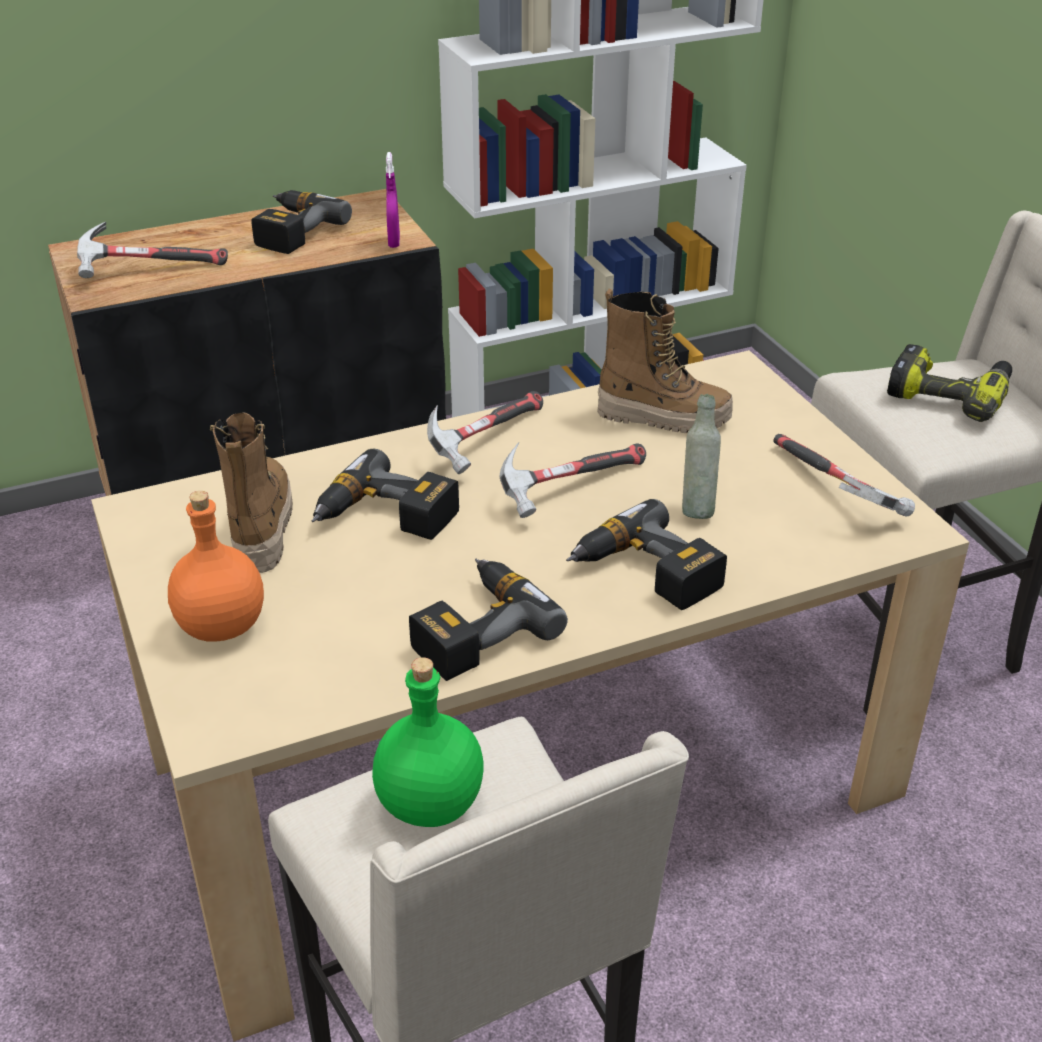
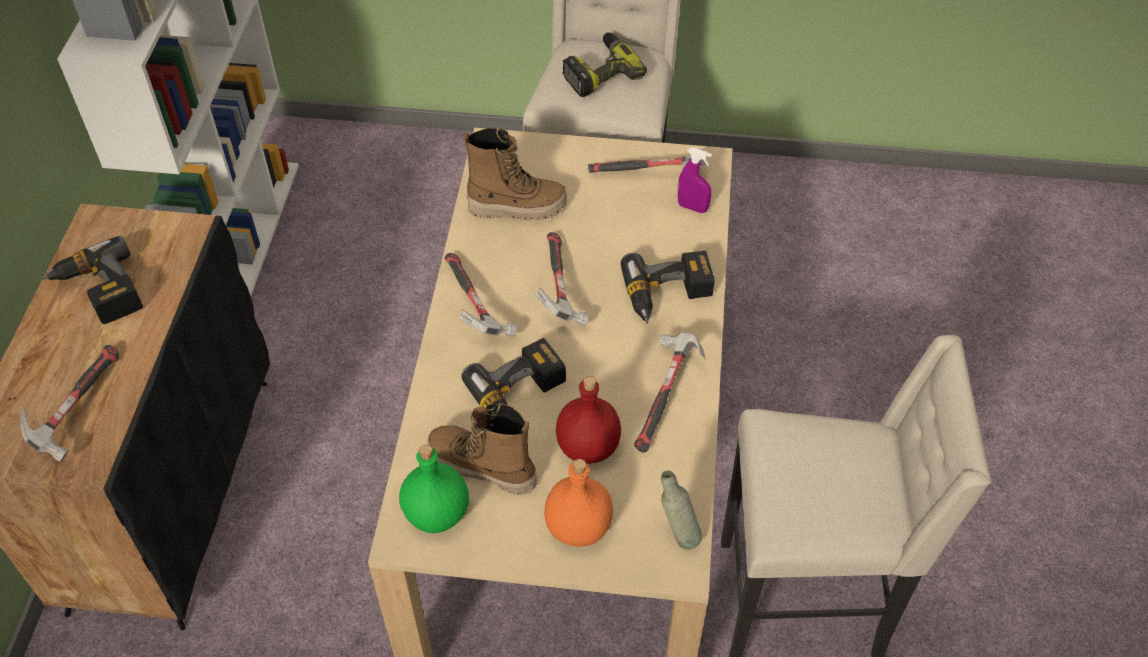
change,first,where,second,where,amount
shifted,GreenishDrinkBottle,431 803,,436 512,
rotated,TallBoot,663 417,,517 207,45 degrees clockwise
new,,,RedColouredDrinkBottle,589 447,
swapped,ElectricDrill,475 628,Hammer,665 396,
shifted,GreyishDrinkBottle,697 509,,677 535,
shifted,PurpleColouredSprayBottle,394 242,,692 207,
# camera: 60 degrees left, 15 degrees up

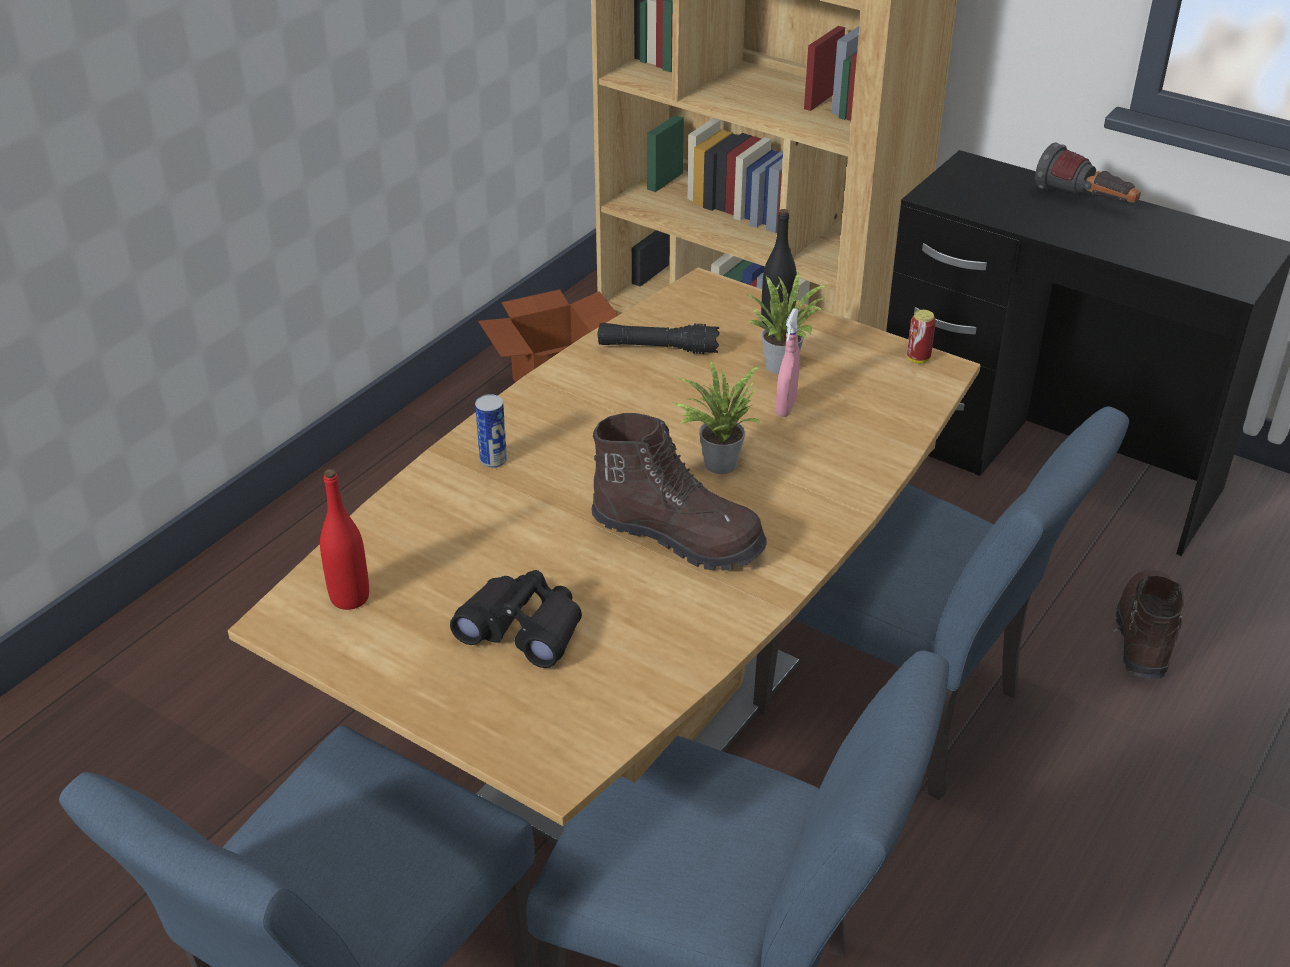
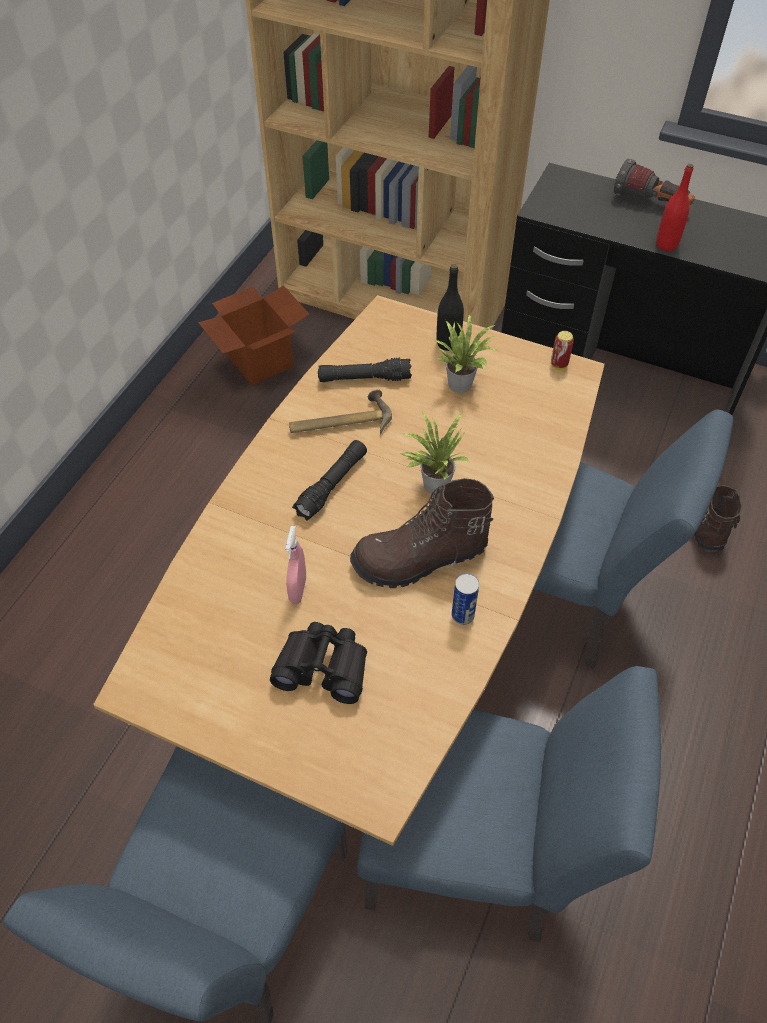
change,first,where,second,where,amount
shifted,PinkishSprayBottle,786 407,,298 590,
new,,,Hammer,340 421,
new,,,BlackishFlashlight,332 485,
rotated,BrownColouredTallBoot,679 536,,420 559,150 degrees clockwise
shifted,SealedCan,493 460,,462 615,
shifted,RedColouredDrinkBottle,350 597,,666 245,
# camera: 10 degrees left, 15 degrees up

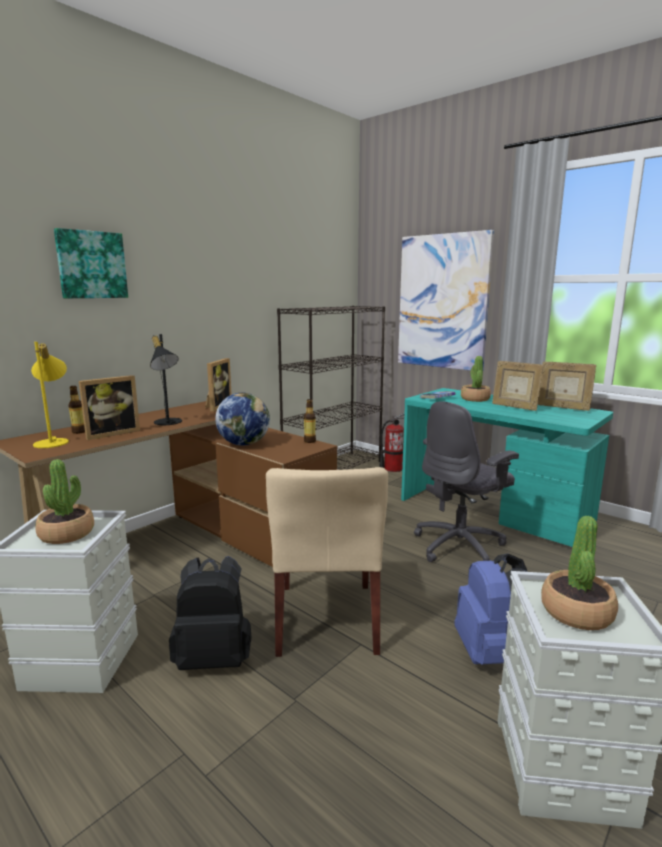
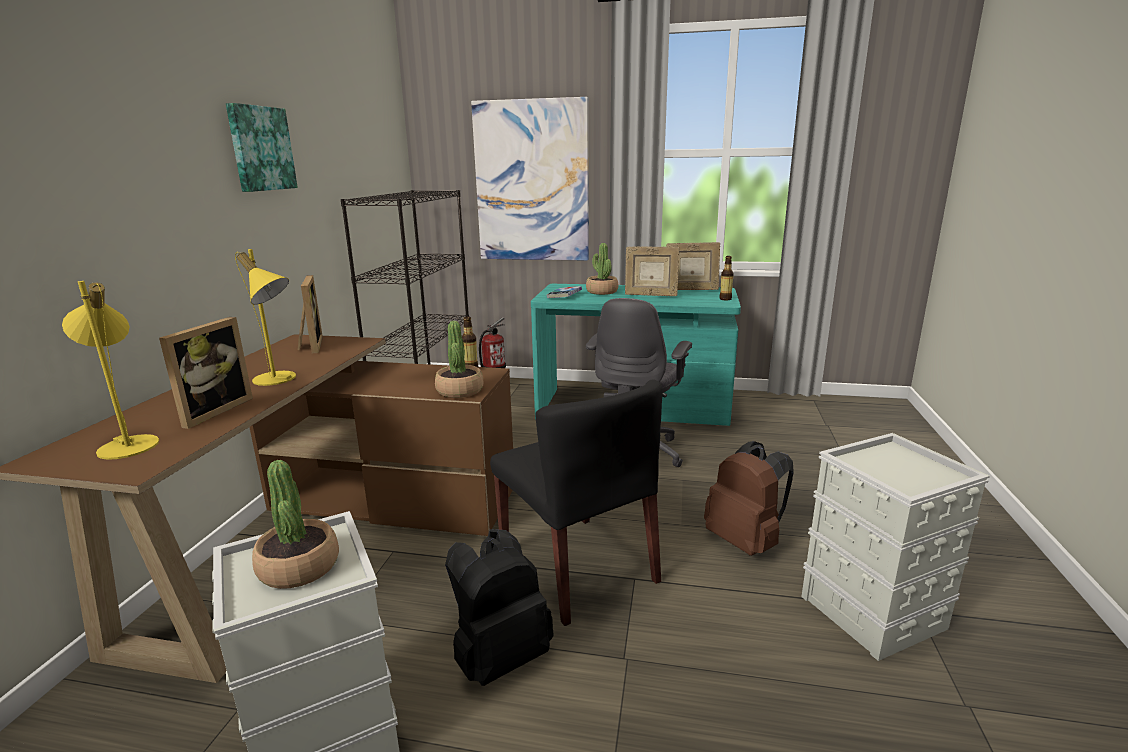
change,first,where,second,where,amount
shifted,WallPicture,91 265,,260 148,
repainted,BlackishLampForATable,168 423,YellowLampForATable,278 380,
shifted,PottedPlant,577 612,,460 391,
repainted,SandColouredPlainChair,327 618,BlackishPlainChair,578 566,
repainted,BlueColouredKnapsack,489 652,BrownColouredKnapsack,745 541,
shifted,DrinkBottle,79 432,,725 299,
gone,Globe,244 444,,,
# camera: 30 degrees left, 5 degrees up

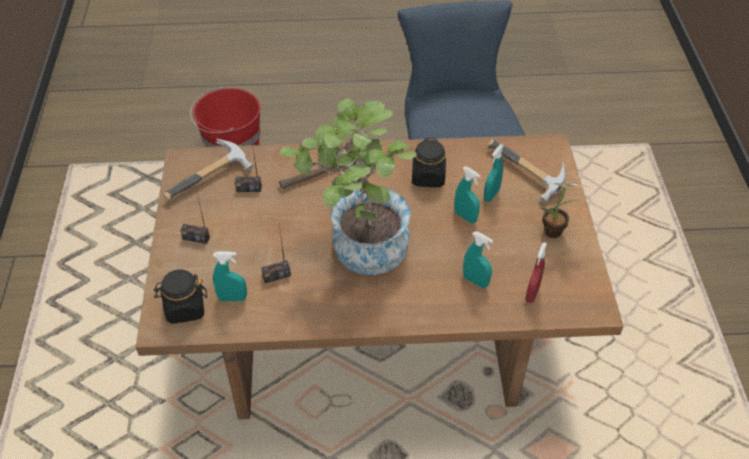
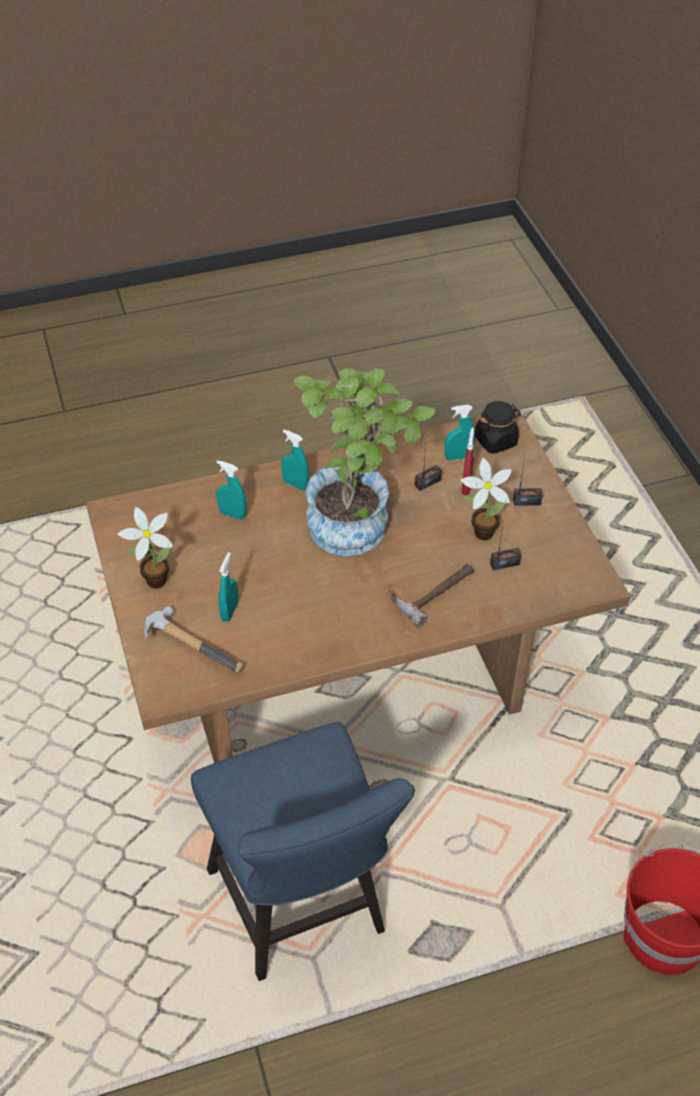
change,first,where,second,where,amount
shifted,TurquoiseColouredSprayBottle,465 217,,295 484,
shifted,RedColouredSprayBottle,532 293,,466 486,
new,,,PottedPlant,480 532,
gone,Hammer,211 180,,,
gone,BlackishStorageJar,428 177,,,
# camera: 165 degrees right, 0 degrees up

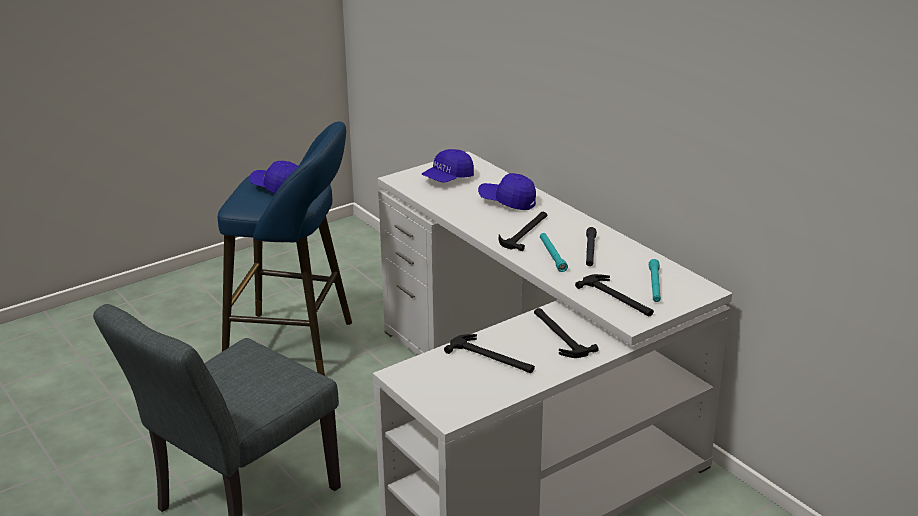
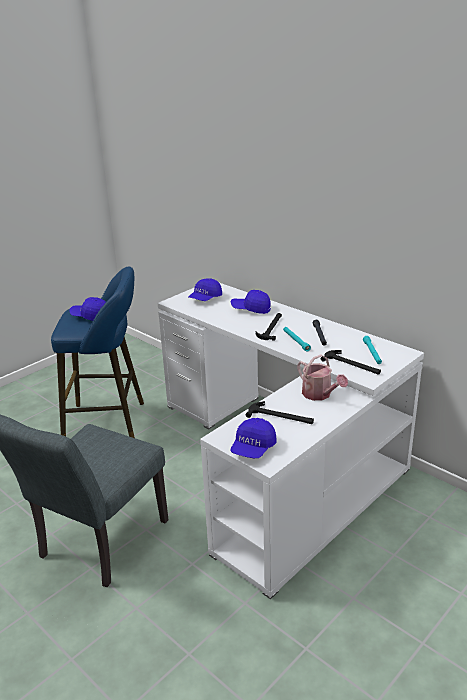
change,first,where,second,where,amount
new,,,BlueColouredCap,253 448,
swapped,Hammer,559 335,SprinklingCan,319 395,
# camera: 10 degrees left, 0 degrees up

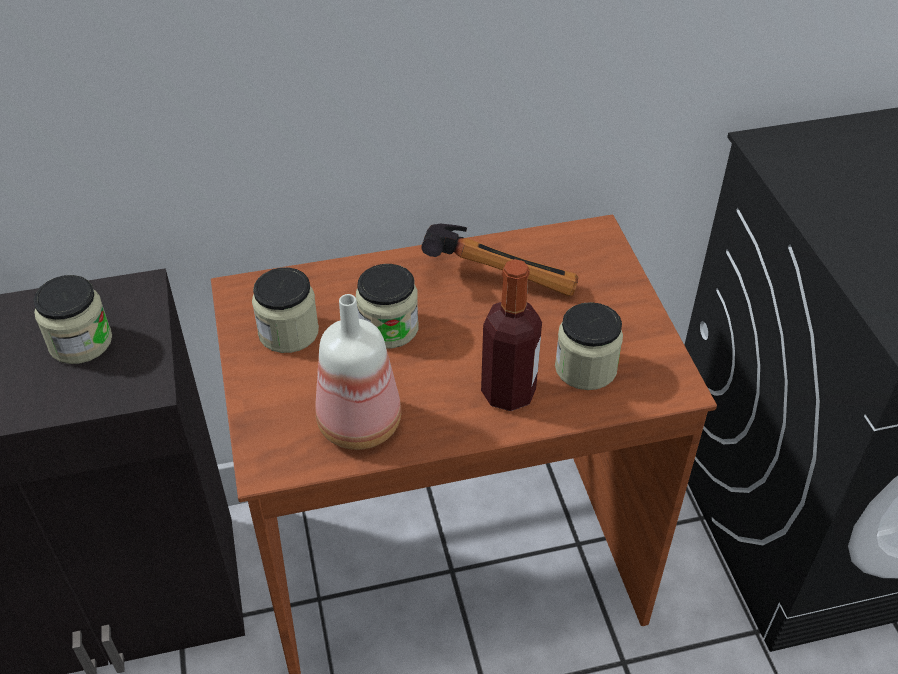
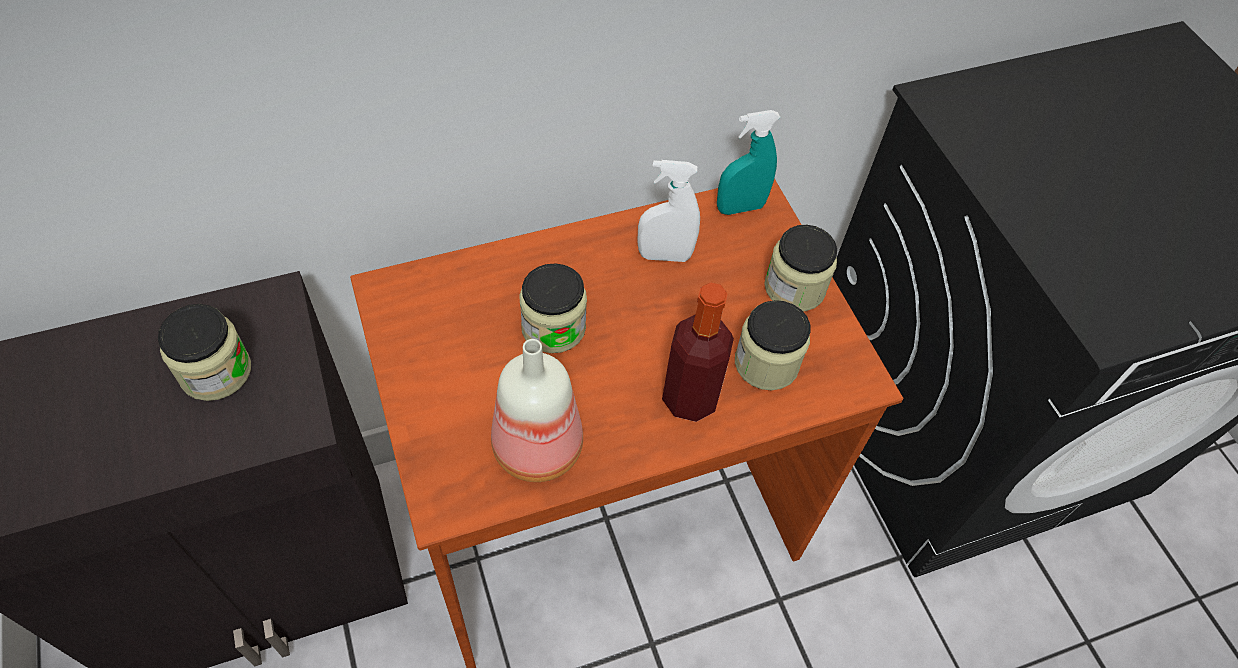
change,first,where,second,where,amount
swapped,Hammer,500 275,WhiteColouredSprayBottle,664 255,
new,,,TurquoiseColouredSprayBottle,740 207,
shifted,StorageJar,288 332,,794 288,
# camera: 10 degrees left, 10 degrees up

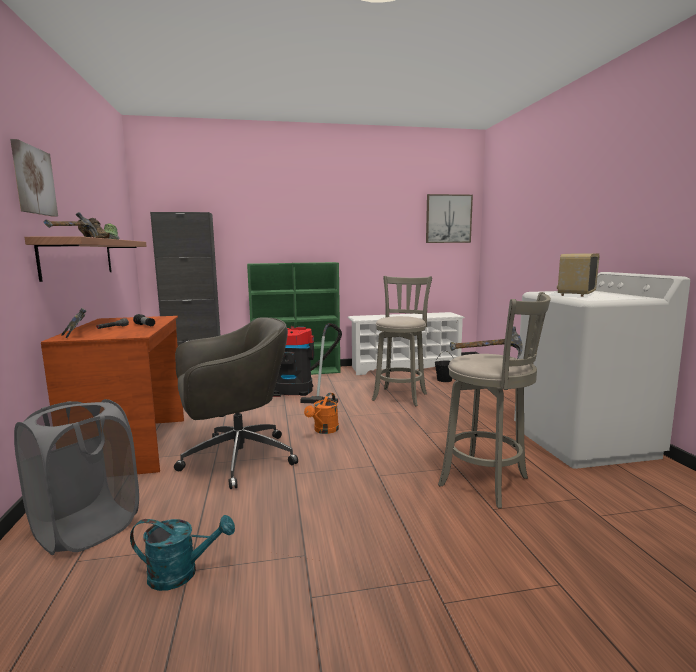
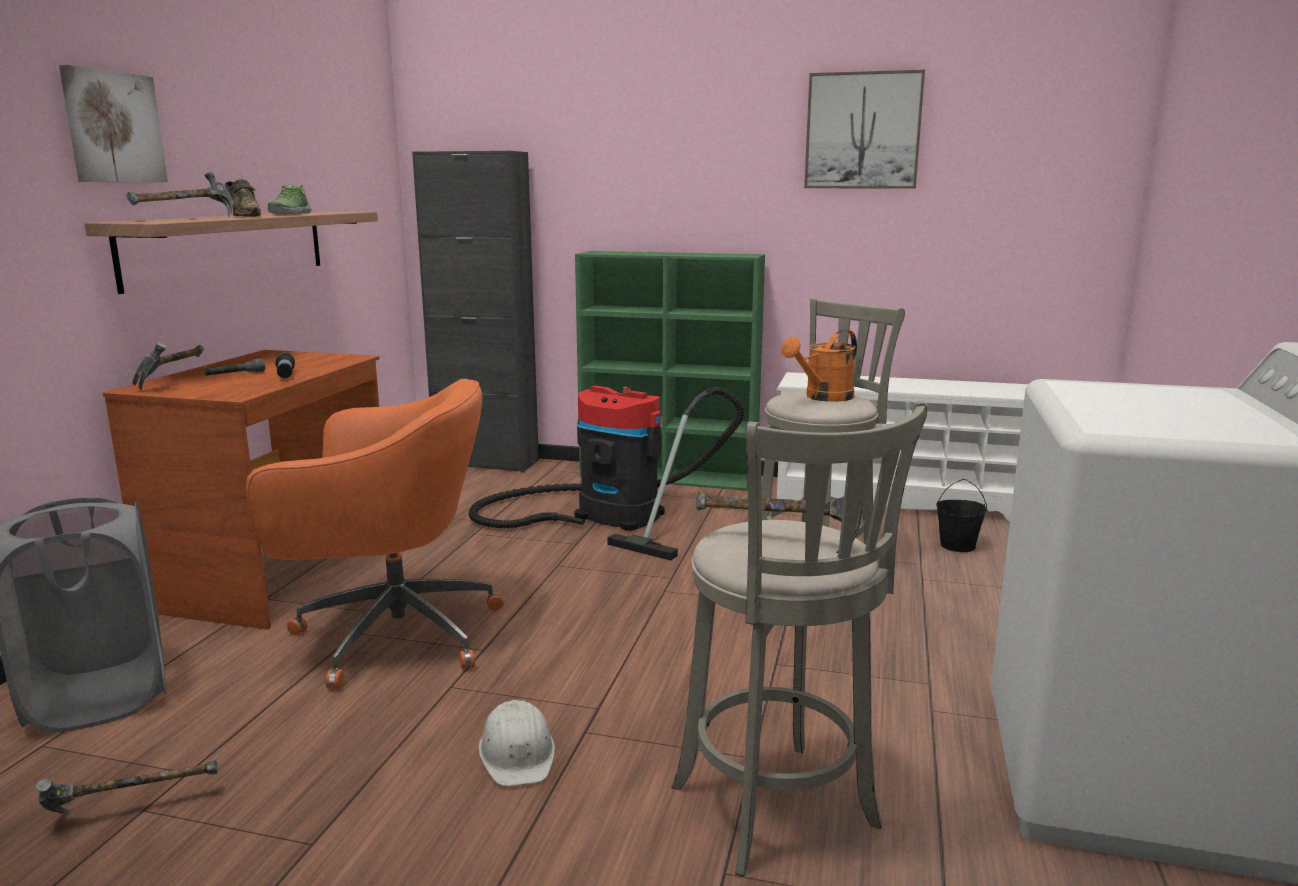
change,first,where,second,where,amount
swapped,TurquoiseColouredSprinklingCan,181 573,Hammer,131 811,
repainted,GreyishOfficeChair,235 459,OrangeColouredOfficeChair,391 634,
new,,,WhiteColouredSafetyHelmet,518 753,
shifted,OrangeColouredSprinklingCan,324 430,,823 398,
shifted,WallPicture,448 219,,863 131,
gone,RadioReceiver,576 294,,,
# camera: 25 degrees right, 5 degrees up

